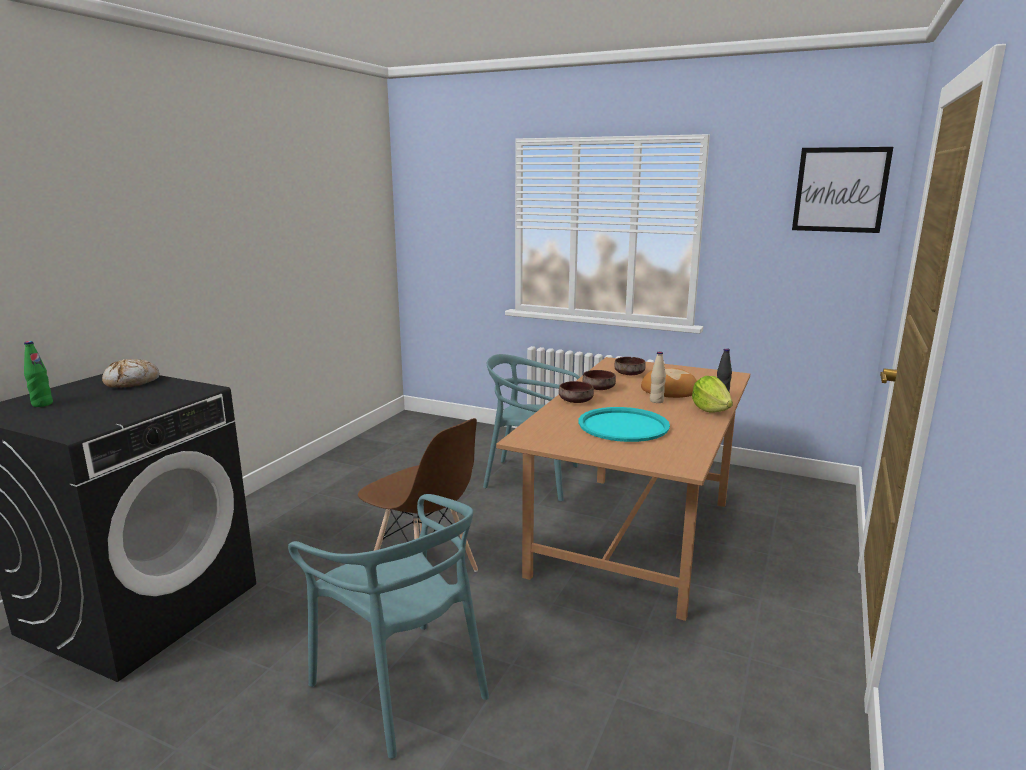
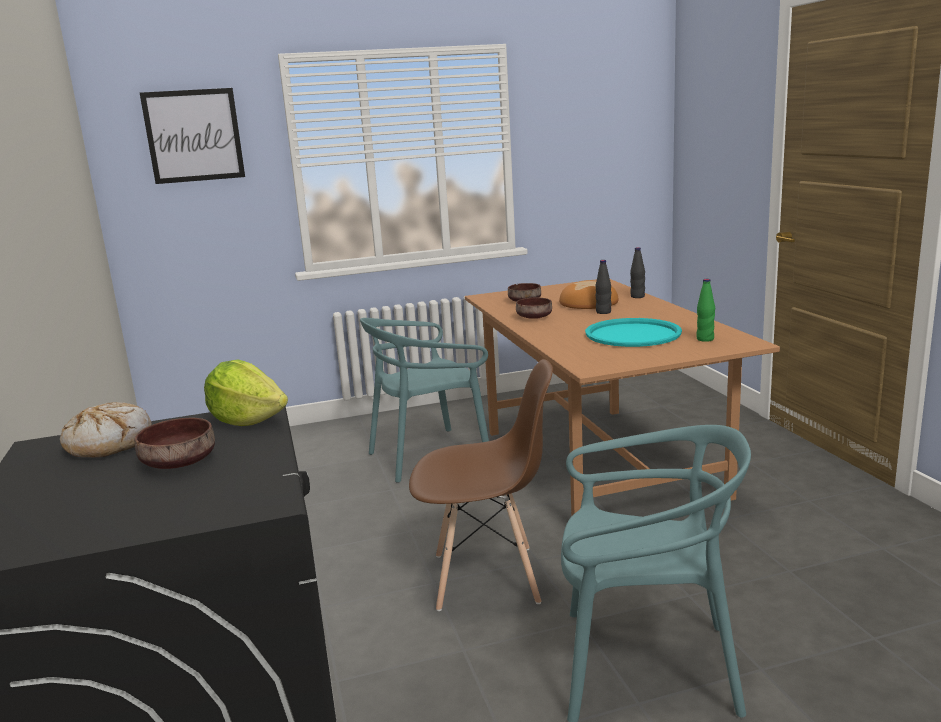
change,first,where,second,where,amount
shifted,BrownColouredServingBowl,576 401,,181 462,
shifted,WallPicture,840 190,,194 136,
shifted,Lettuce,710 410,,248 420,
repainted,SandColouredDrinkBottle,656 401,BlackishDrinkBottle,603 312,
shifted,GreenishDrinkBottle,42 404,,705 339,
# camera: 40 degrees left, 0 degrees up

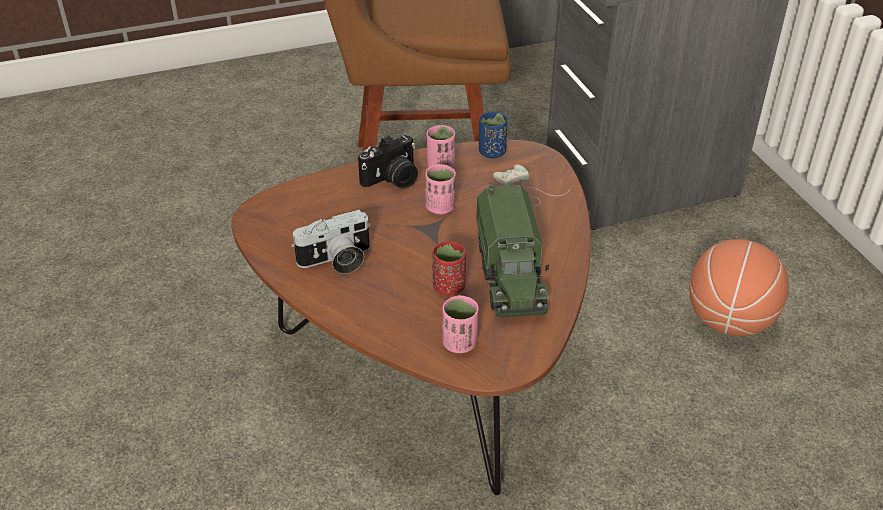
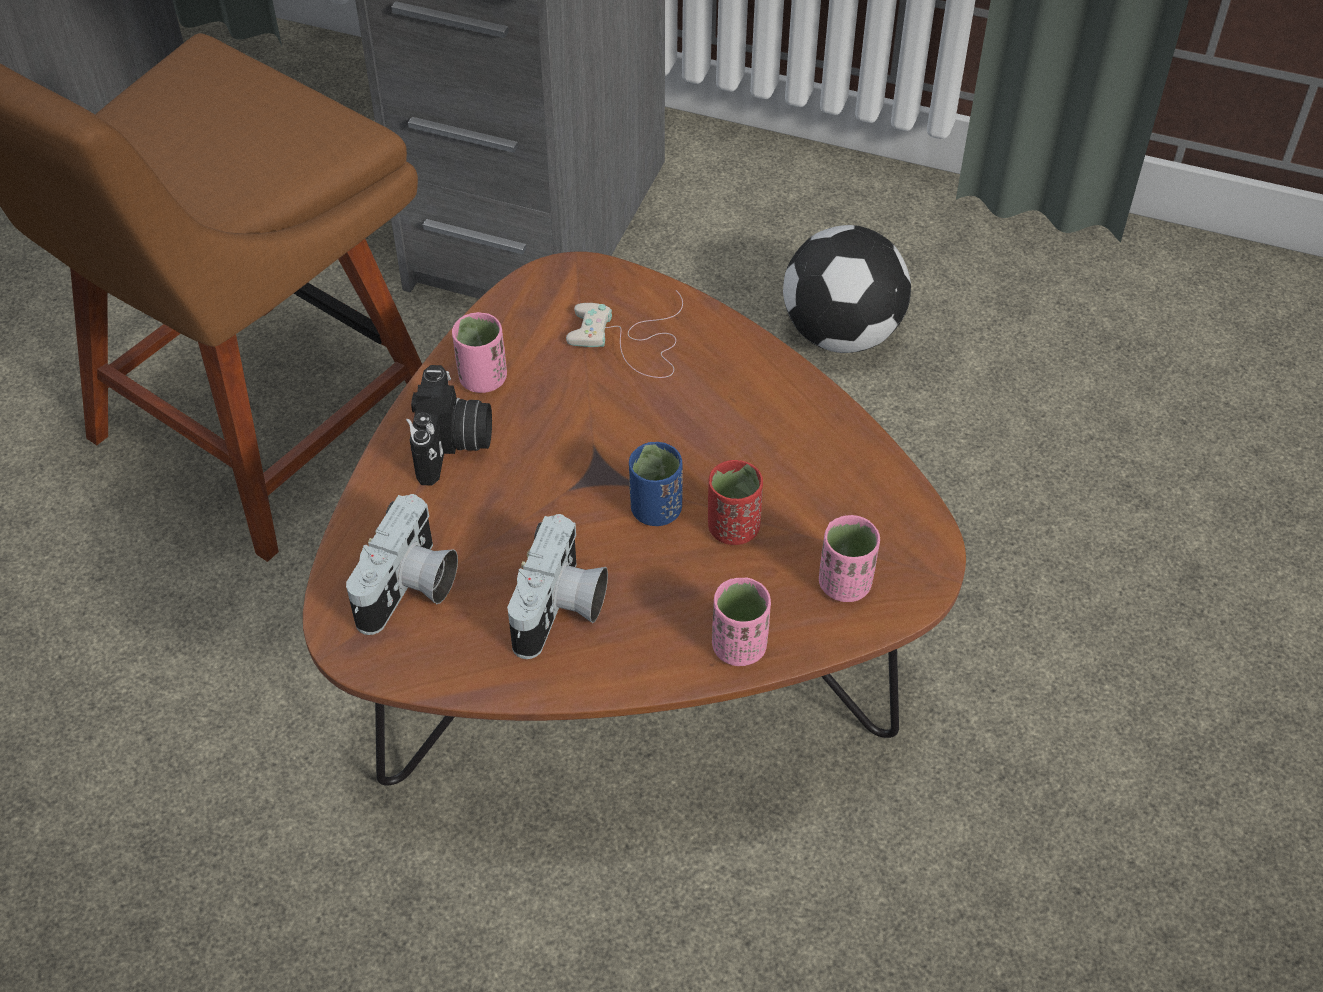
change,first,where,second,where,amount
new,,,PhotoCamera,410 590,
shifted,BlueColouredSmallCup,492 152,,656 510,
shifted,PinkishSmallCup,440 207,,739 646,
swapped,Basketball,729 320,Football,841 332,
gone,ToyTruck,510 275,,,
# camera: 50 degrees left, 10 degrees up

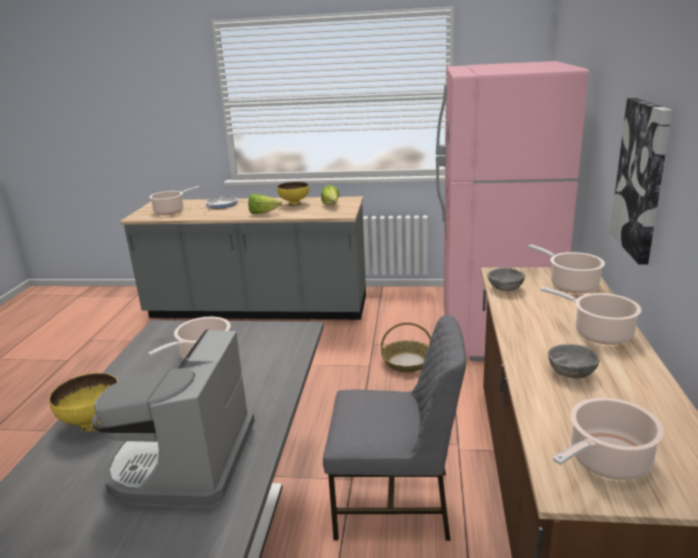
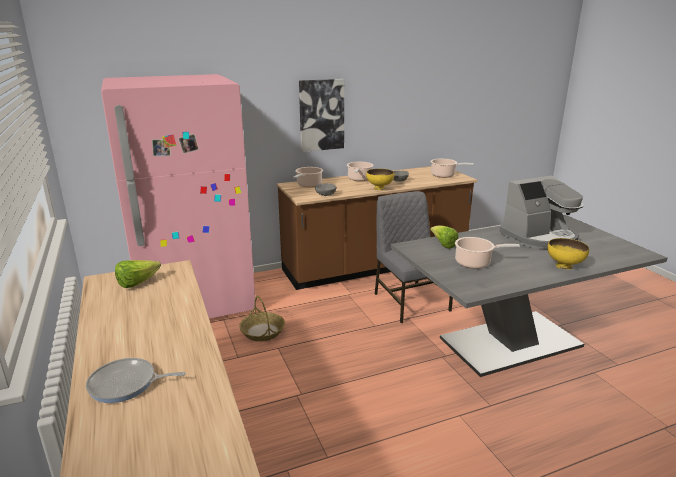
change,first,where,second,where,amount
shifted,YellowServingBowl,294 204,,380 188,
shifted,Lettuce,263 213,,443 245,
gone,Stockpot,171 211,,,
# camera: 120 degrees left, 0 degrees up

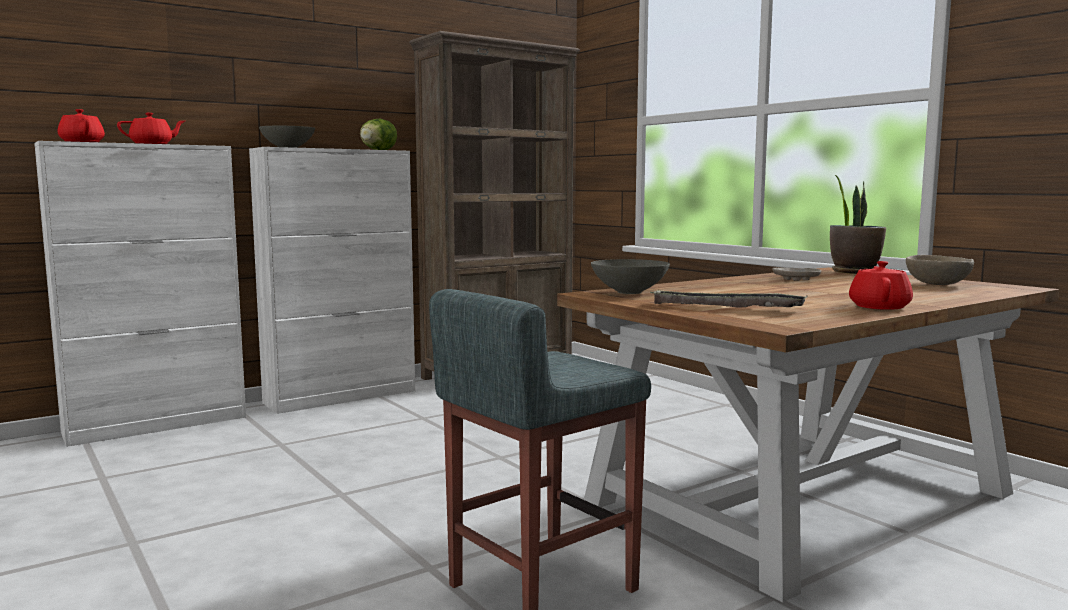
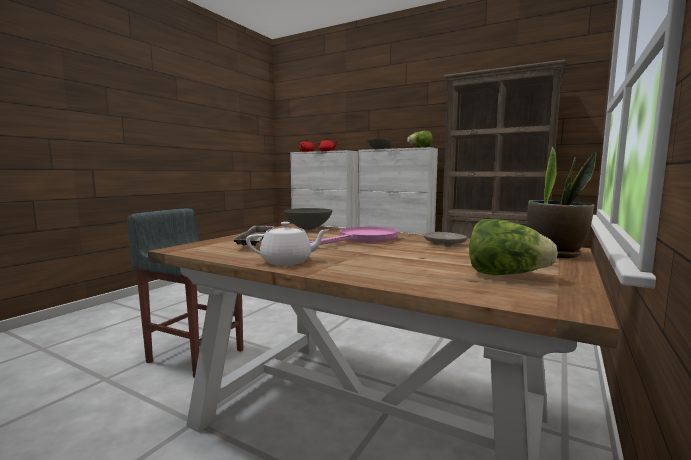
change,first,where,second,where,amount
repainted,RedColouredTeapot,879 307,WhiteColouredTeapot,287 261,
new,,,PinkishFryingPan,362 239,
swapped,SandColouredServingBowl,936 284,Lettuce,505 275,
# camera: 65 degrees right, 0 degrees up

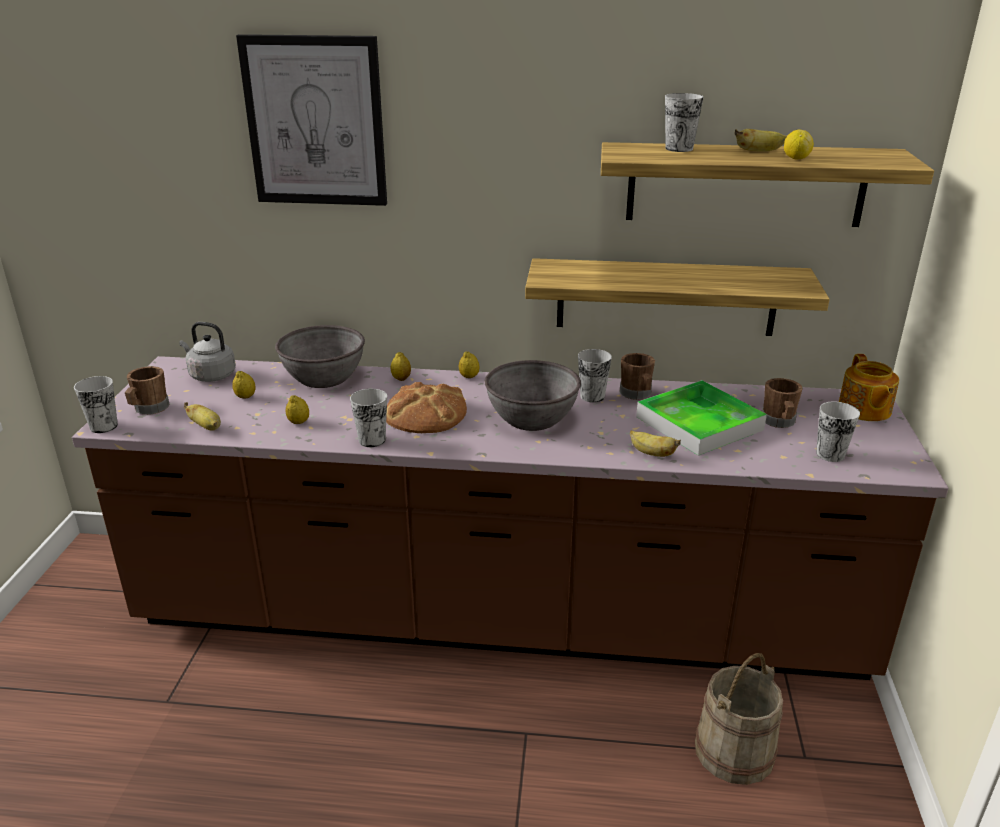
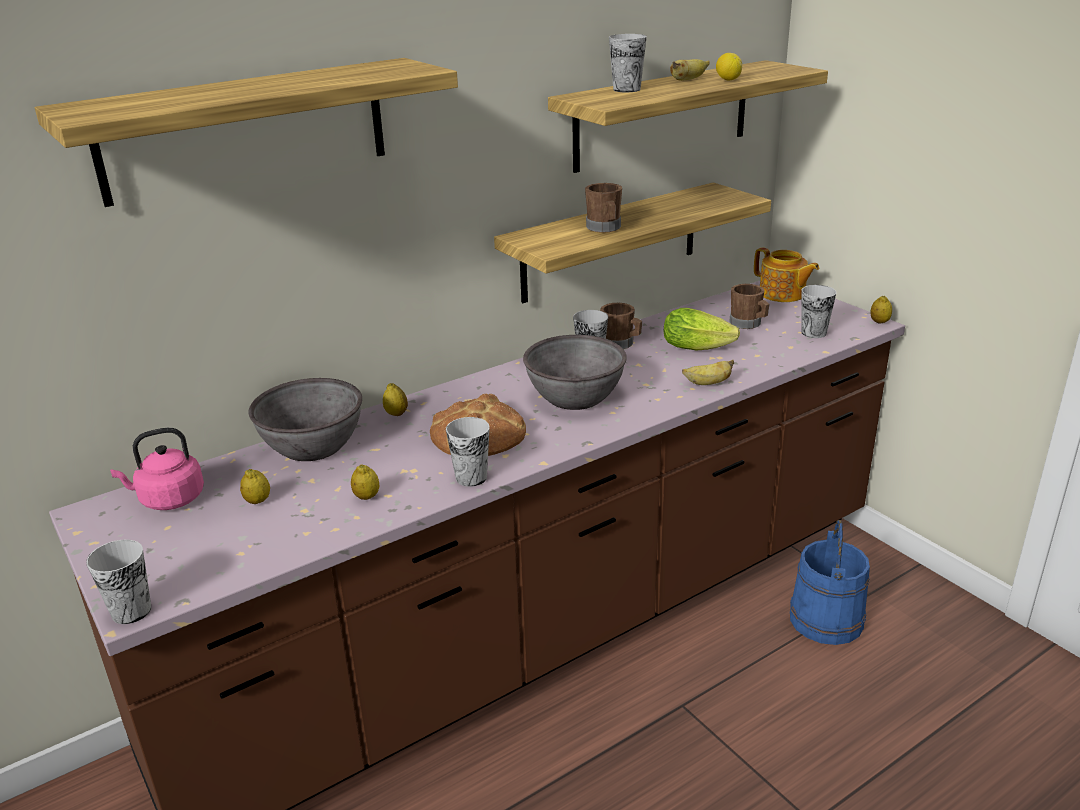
change,first,where,second,where,amount
swapped,WallPicture,315 122,Shelf,245 130,
repainted,GreyishWaterKettle,210 375,PinkishWaterKettle,168 500,
shifted,BrownColouredCoffeeMug,149 409,,604 228,
swapped,CarryingTray,699 423,Lettuce,700 347,
repainted,SandColouredPail,734 751,BlueColouredPail,826 620,
shifted,WholeLemon,469 377,,879 322,
gone,Banana,206 427,,,
# camera: 40 degrees left, 0 degrees up

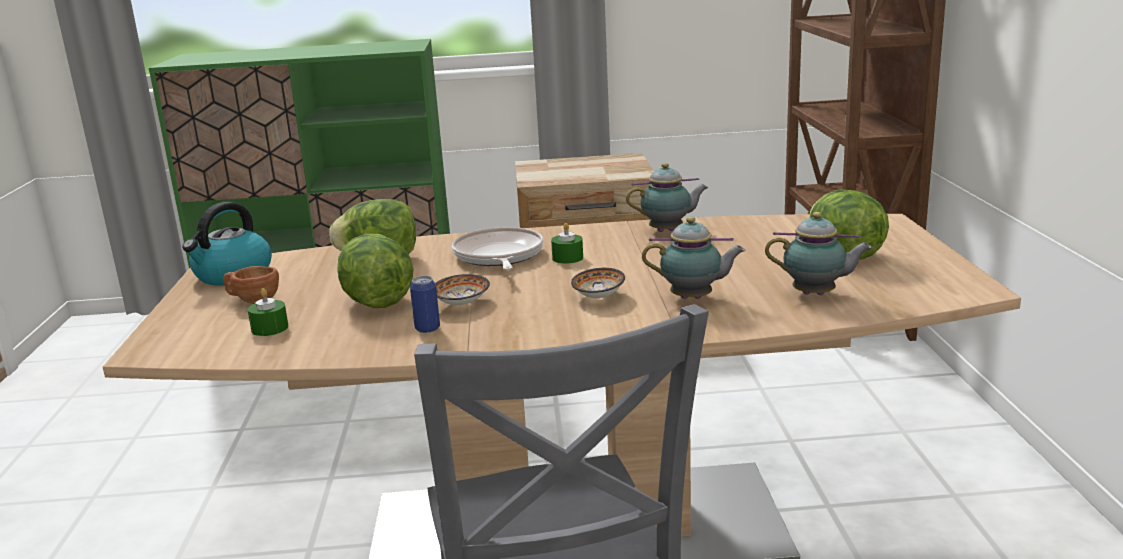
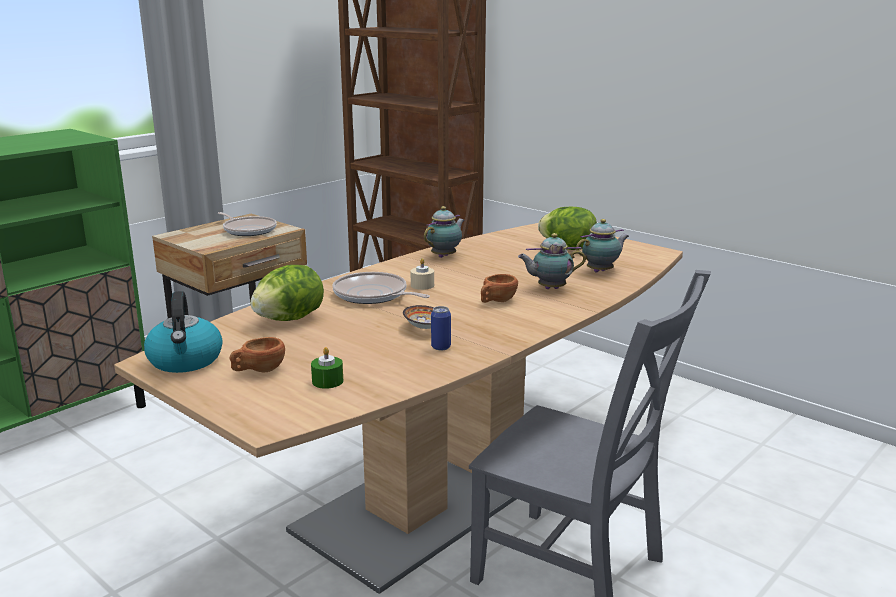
change,first,where,second,where,amount
new,,,FryingPan,248 230,
repainted,GreenishWaxCandle,567 258,SandColouredWaxCandle,422 285,
swapped,ServingBowl,598 297,BrownColouredSmallCup,496 301,
rotated,Teapot,694 298,,549 288,150 degrees counterclockwise
gone,Lettuce,377 302,,,
# camera: 45 degrees left, 0 degrees up

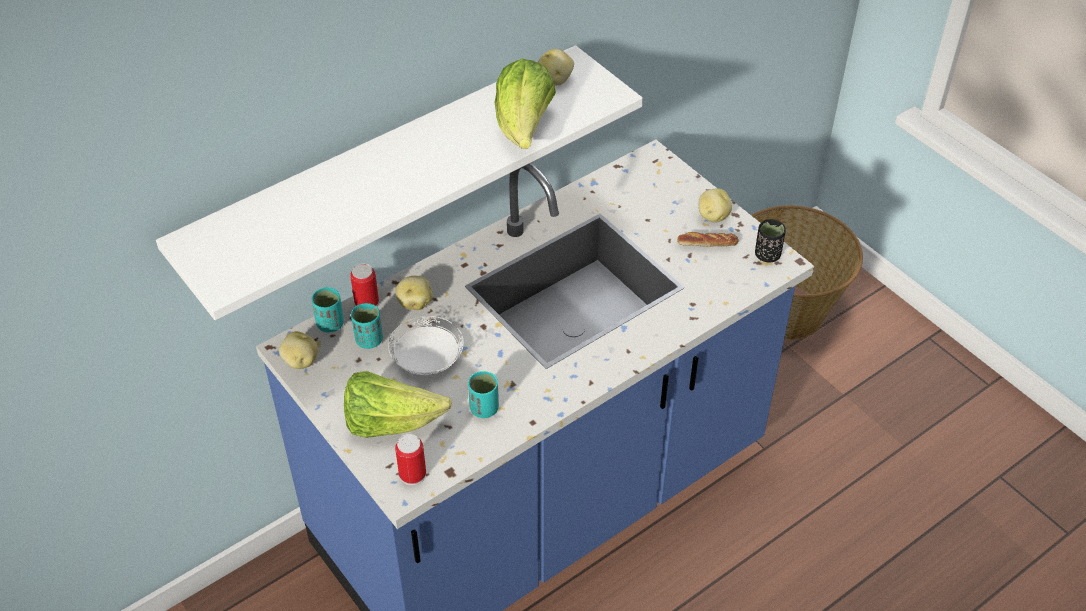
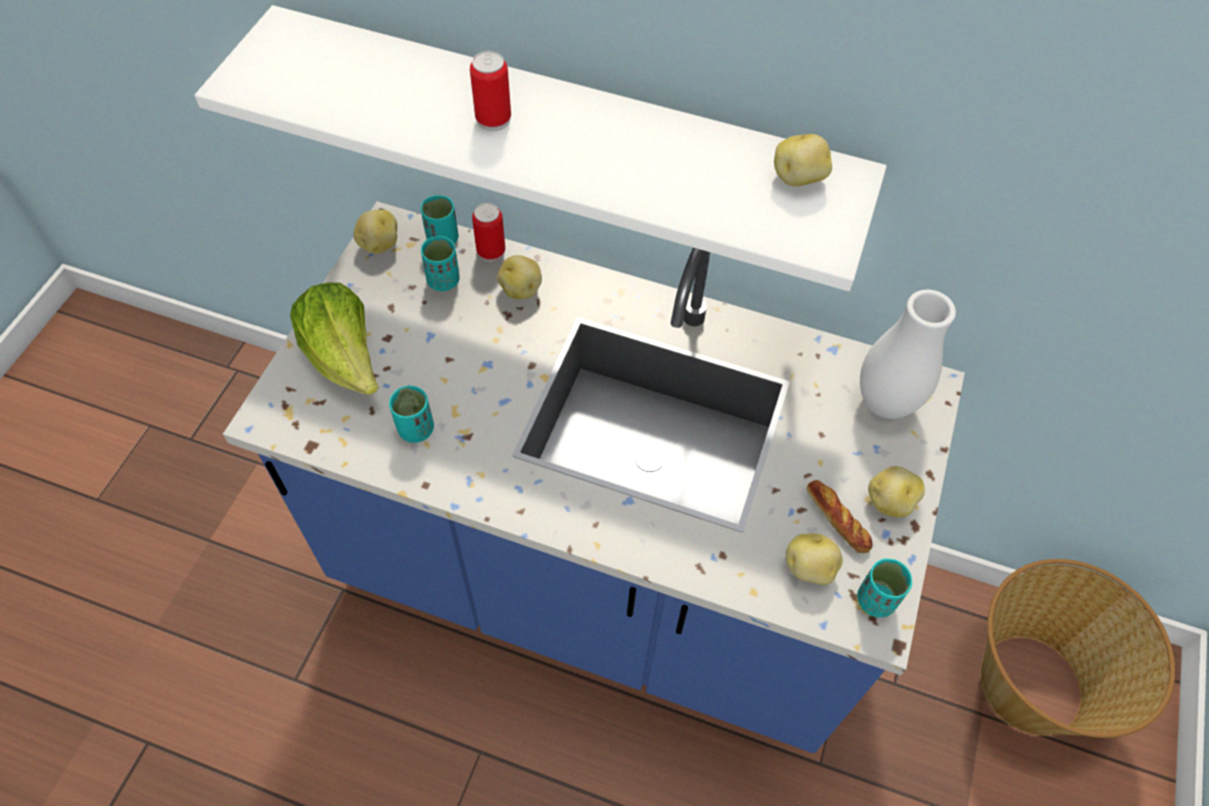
change,first,where,second,where,amount
shifted,SealedCan,412 475,,493 119,
new,,,WholePotato,809 568,
repainted,BlackishSmallCup,767 255,TurquoiseColouredSmallCup,876 600,
new,,,WhiteColouredDecorativeVase,885 403,
gone,WhiteColouredPlate,427 360,,,
gone,Lettuce,524 128,,,
# camera: 55 degrees right, 10 degrees up

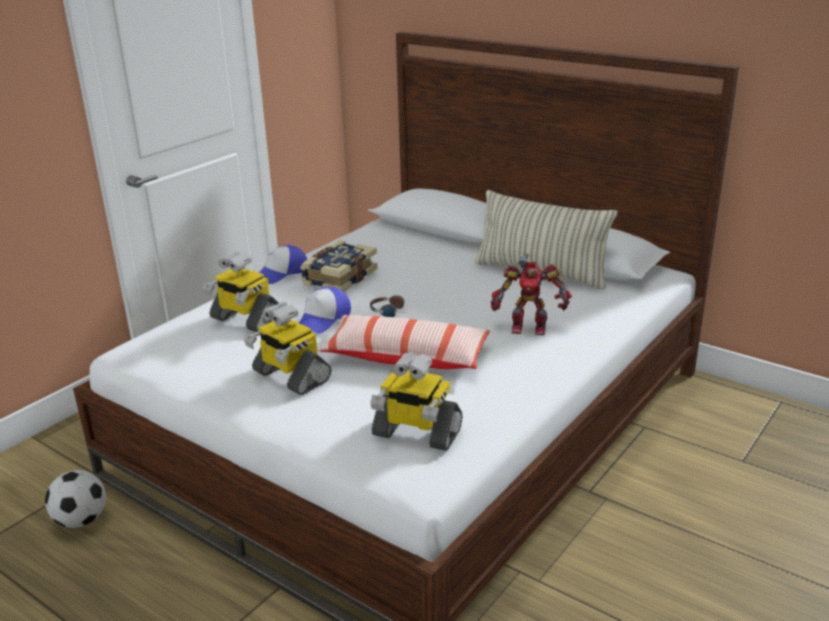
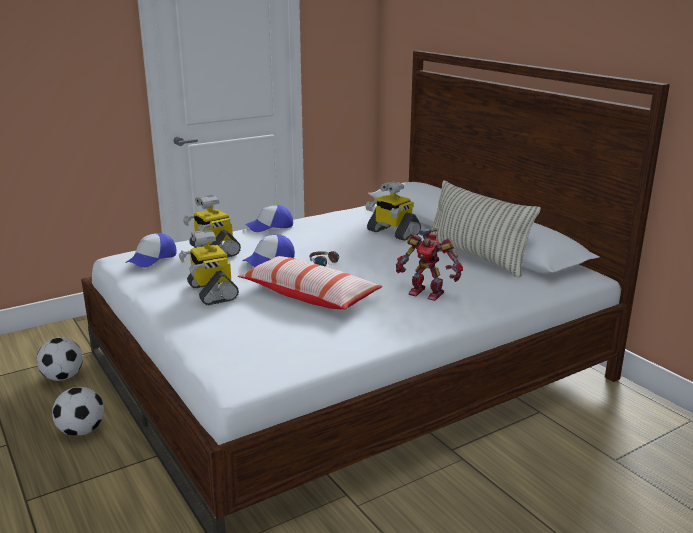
change,first,where,second,where,amount
new,,,Football,82 431,
new,,,Cap,152 258,
shifted,RobotFigure,416 433,,392 233,
gone,BoundBook,338 277,,,
# camera: 20 degrees right, 5 degrees down

